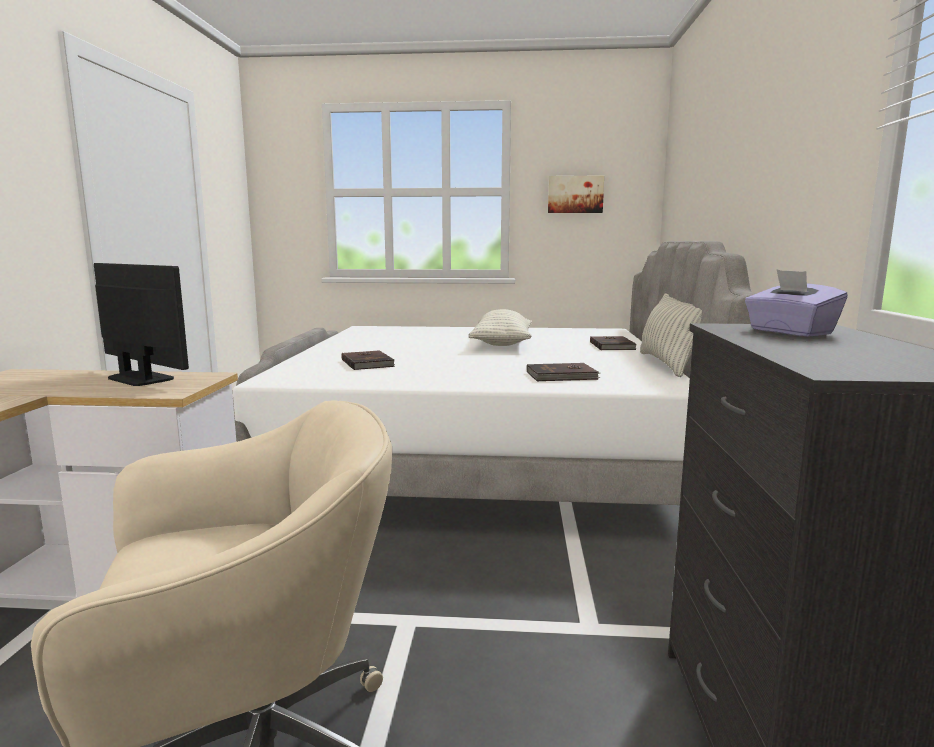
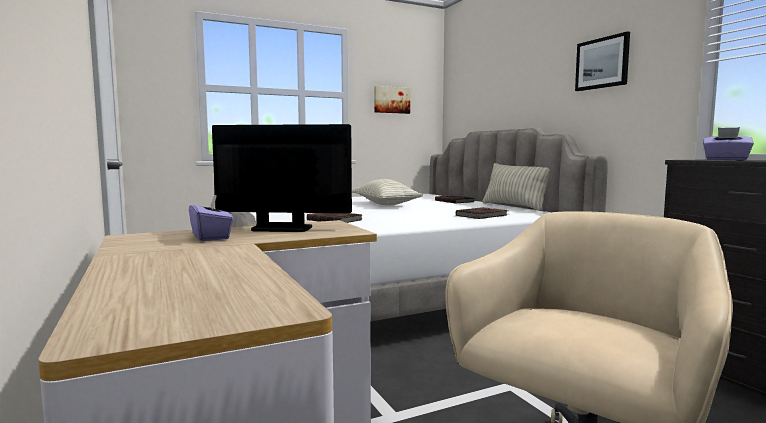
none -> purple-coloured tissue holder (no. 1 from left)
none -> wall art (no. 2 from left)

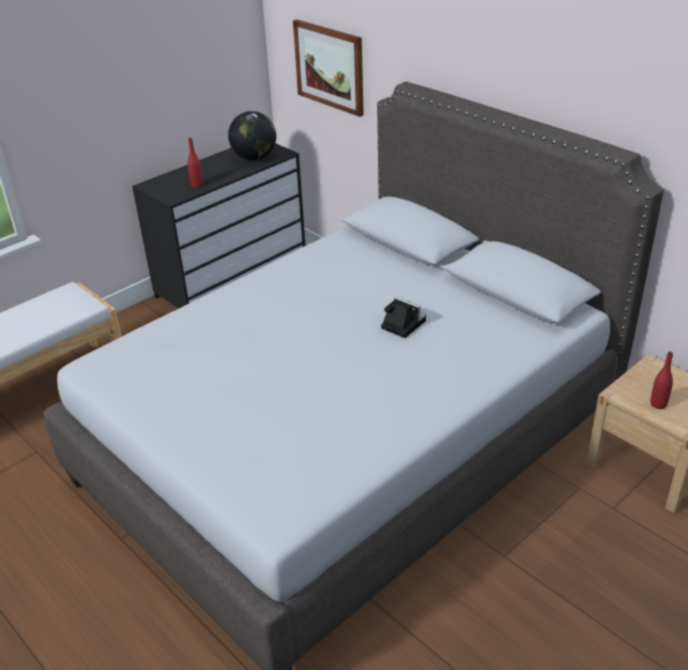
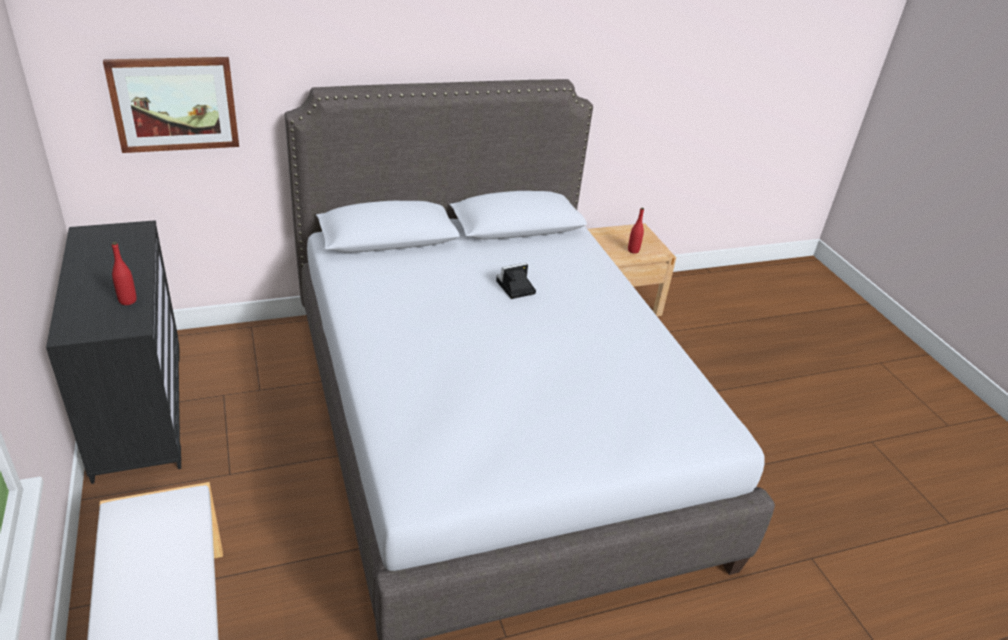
world globe -> none

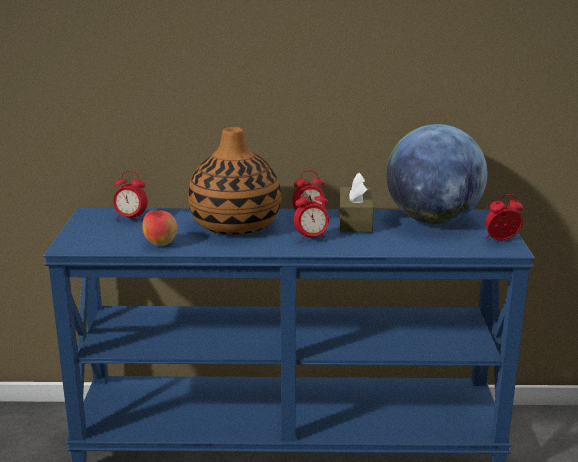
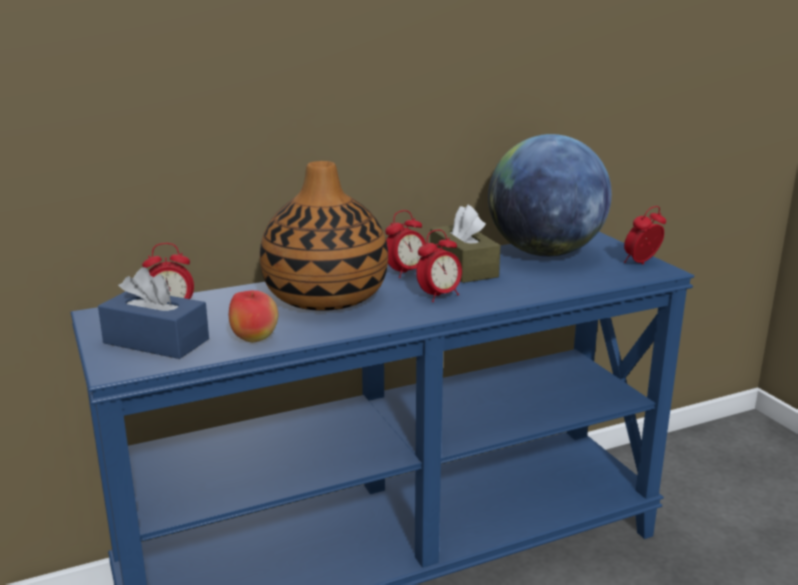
none -> blue tissue holder

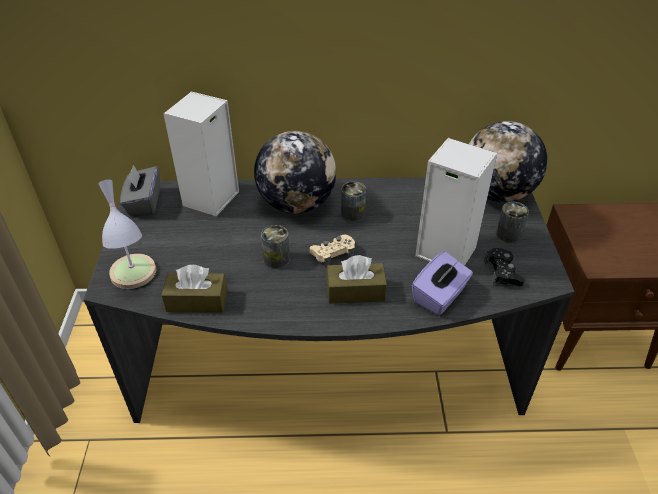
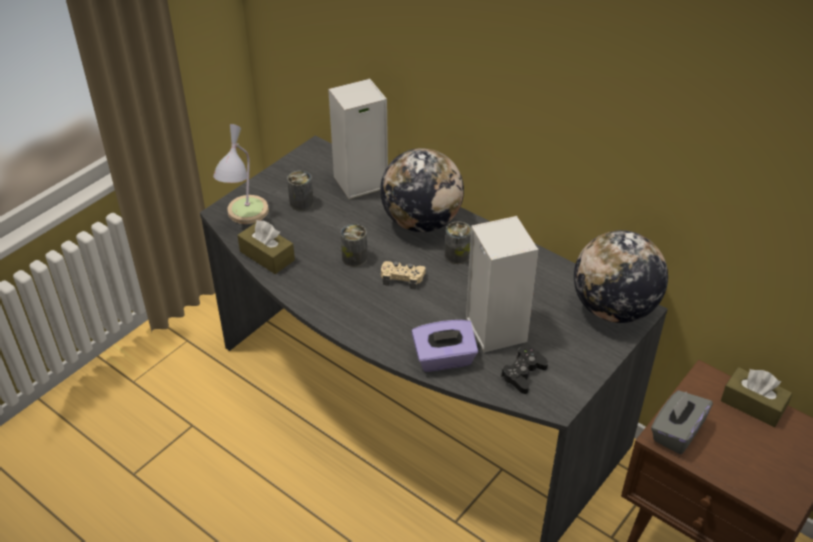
grey tissue holder, relocated
brown tissue holder (no. 2 from left), relocated
metal can (no. 3 from left in the first image) -> metal can (no. 1 from left), relocated

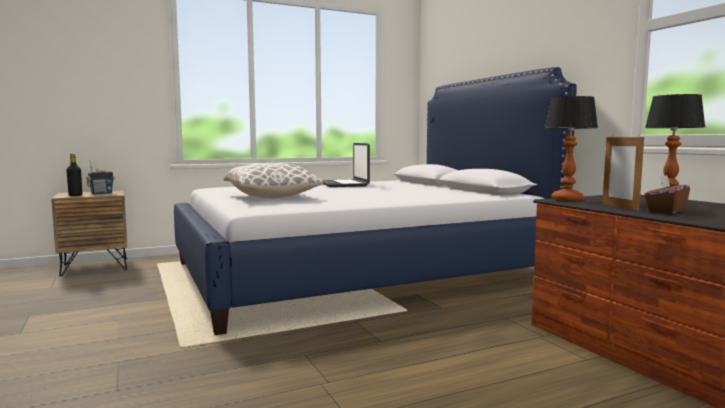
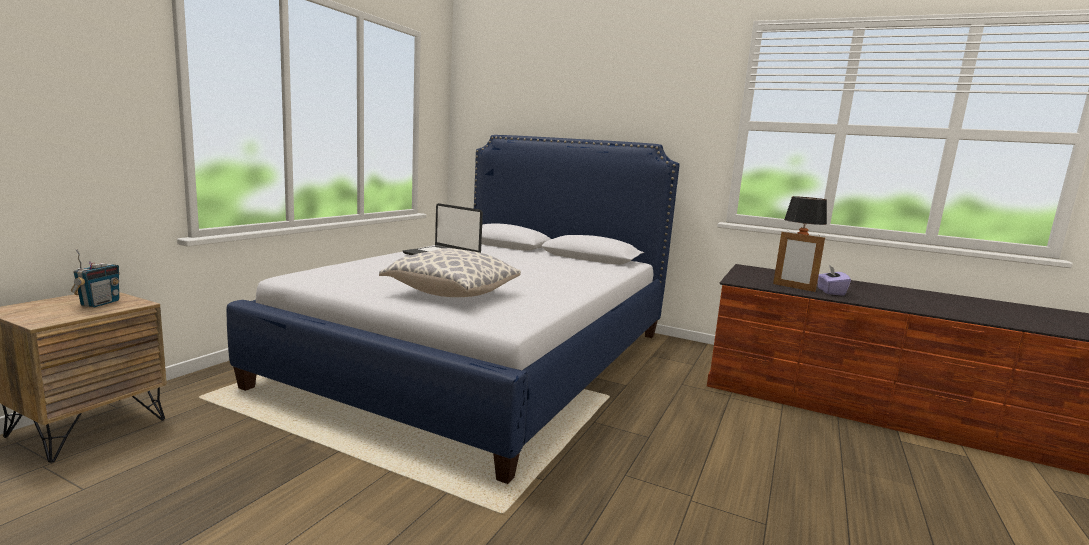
blackish bottle -> none
tabletop lamp (no. 1 from left) -> none
brown tissue holder -> purple-coloured tissue holder

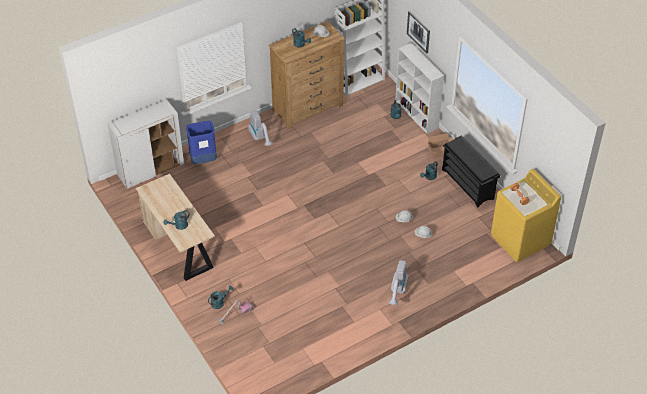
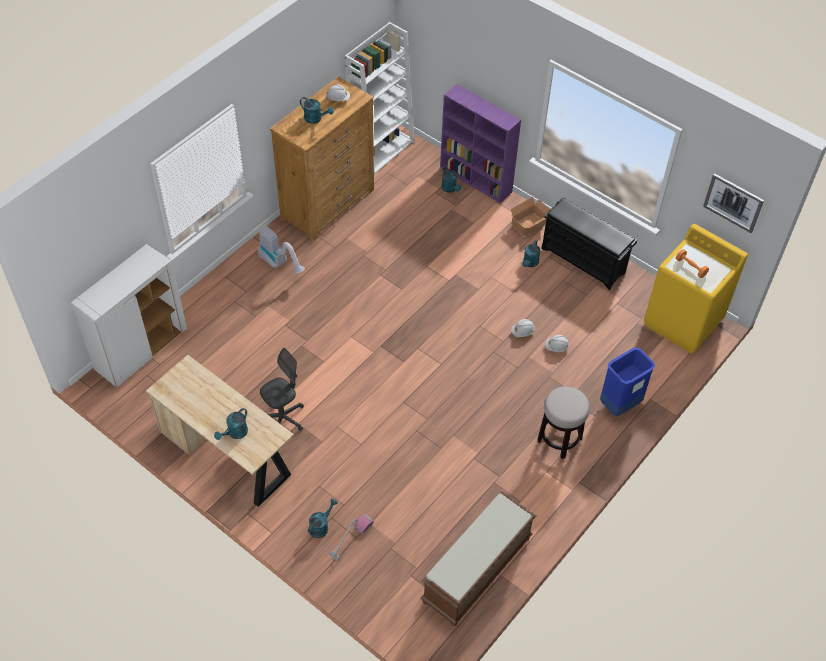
none -> grey desk chair
none -> brown indoor bench
blue rubbish bin, relocated
wall art, relocated
vacuum cleaner (no. 3 from left) -> sitting stool
whitish shelving unit (no. 2 from left) -> purple-coloured shelving unit

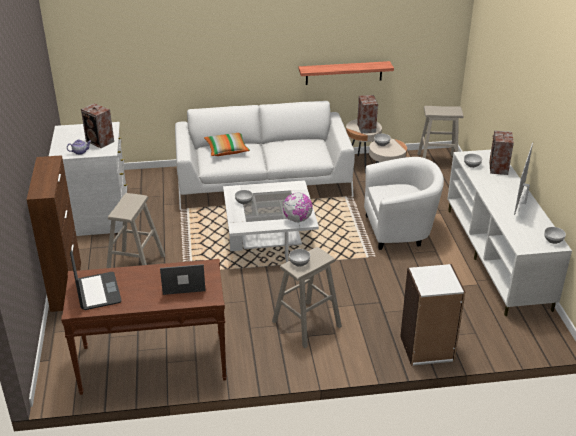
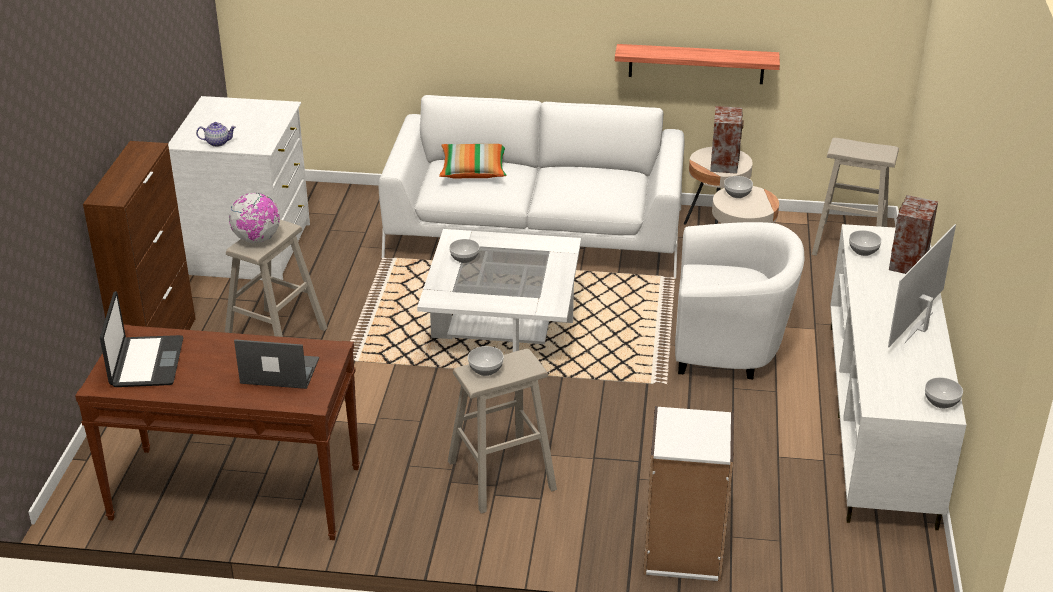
speaker (no. 1 from left) -> none
world globe, relocated

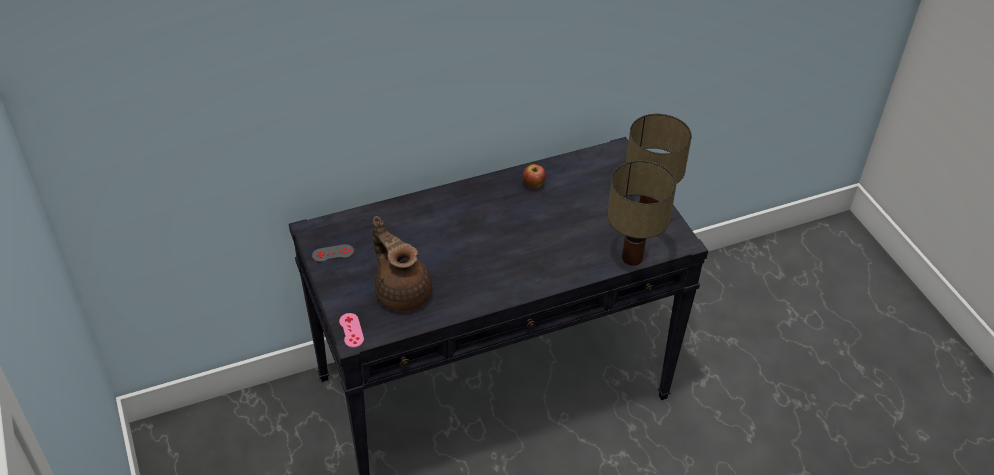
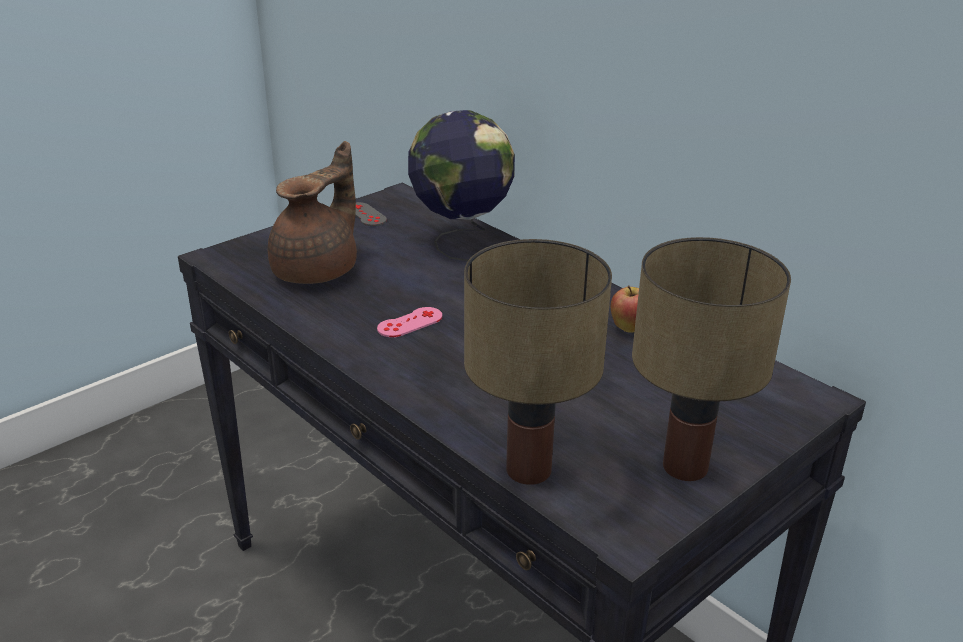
none -> world globe
pinkish game controller, relocated

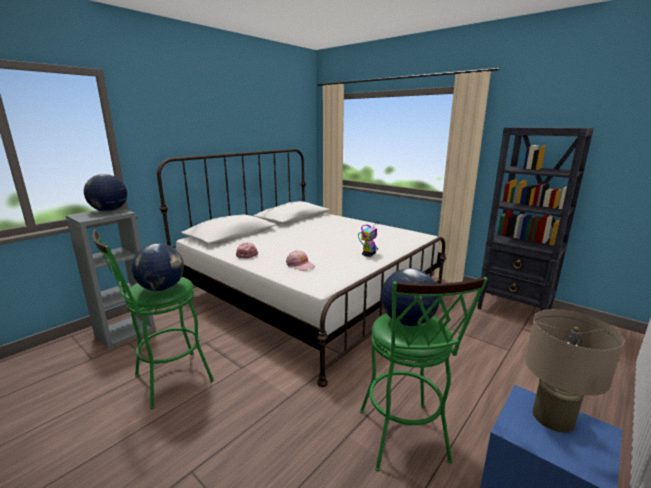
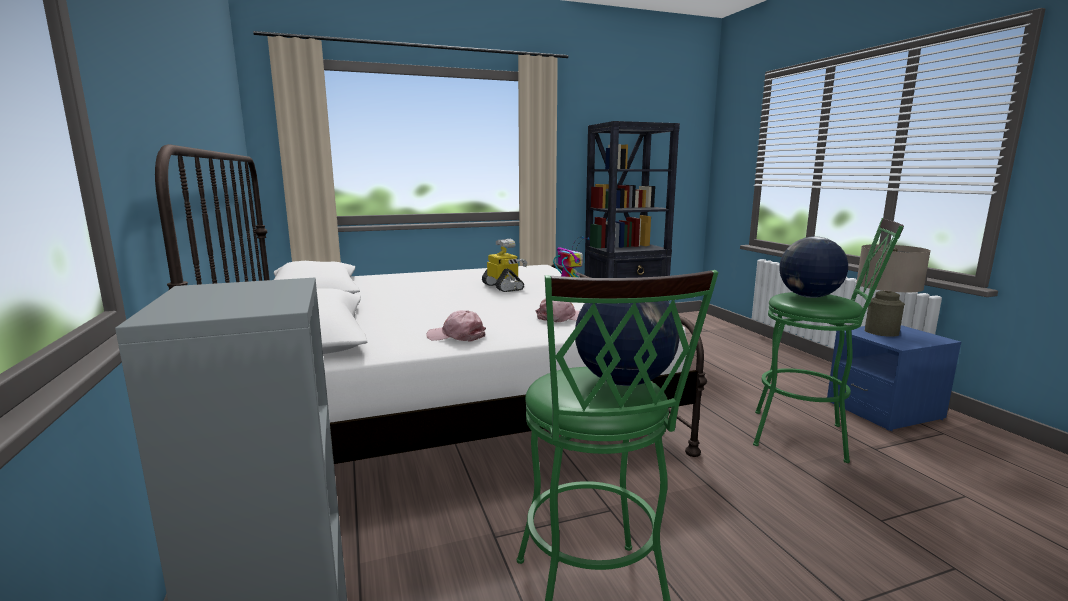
world globe (no. 1 from left) -> none
none -> robot figure (no. 1 from left)

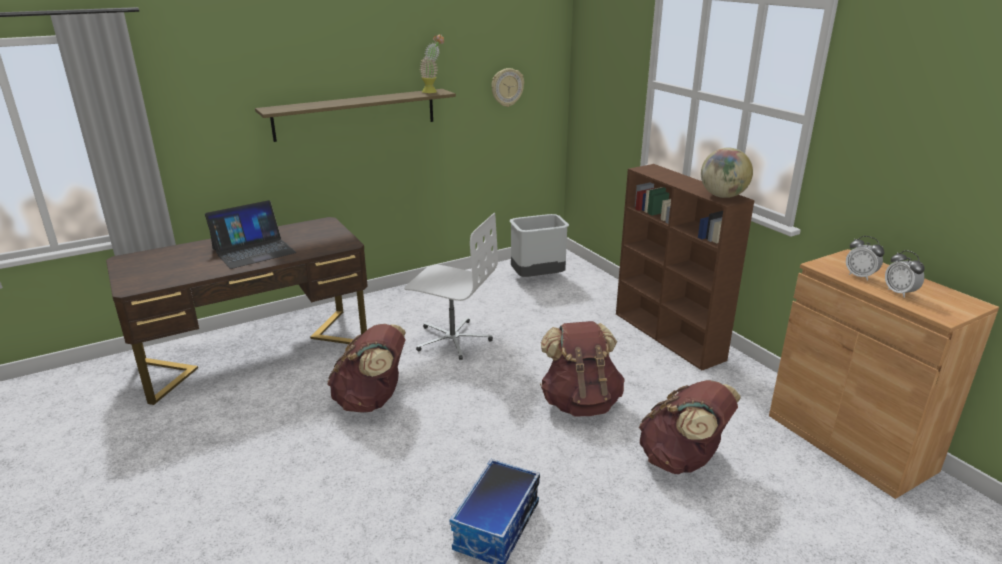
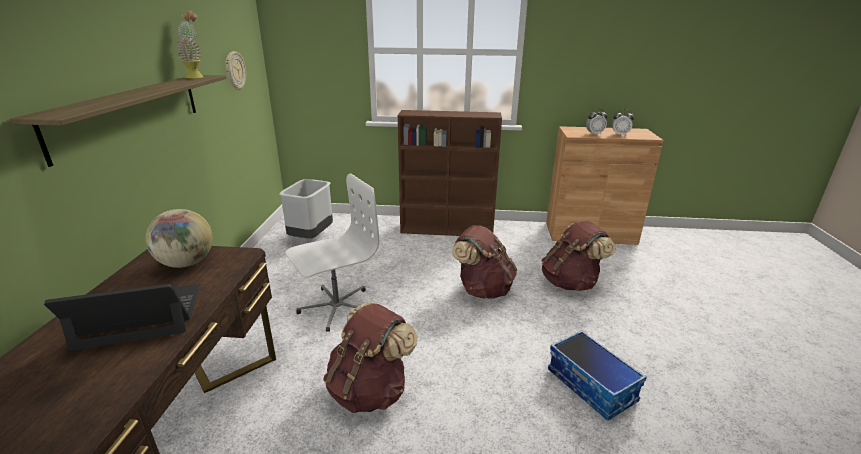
world globe, relocated
portable computer, 105 degrees counterclockwise

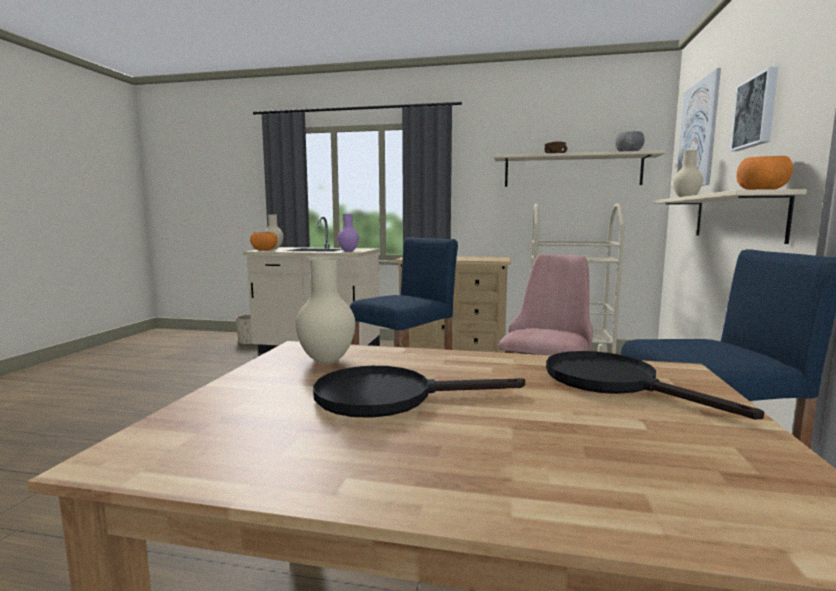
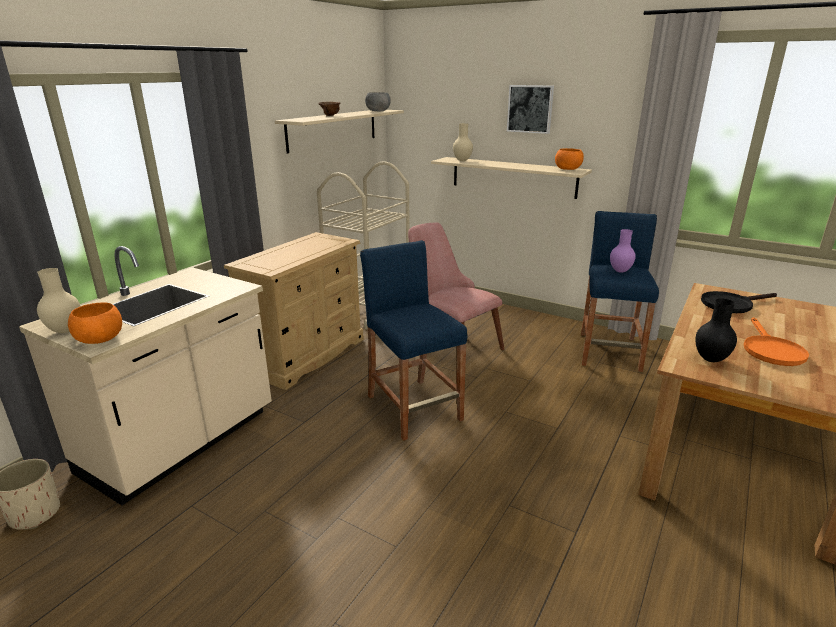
wall art (no. 1 from left) -> none
purple-coloured decorative vase, relocated
beige-coloured decorative vase (no. 2 from left) -> blackish decorative vase
blackish skillet (no. 1 from left) -> orange skillet

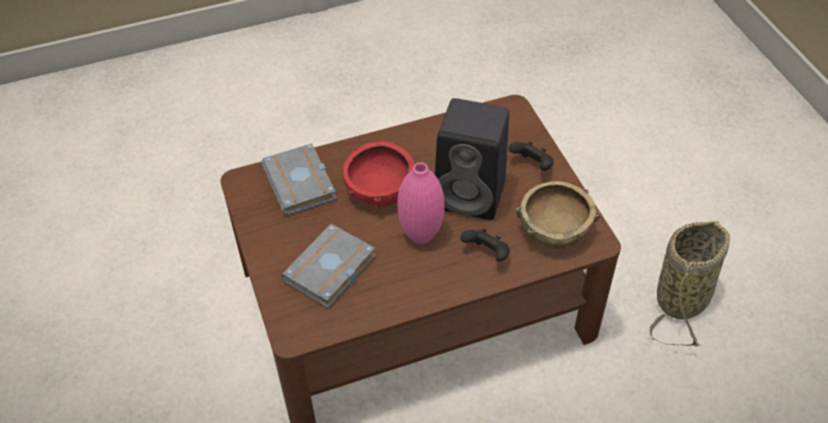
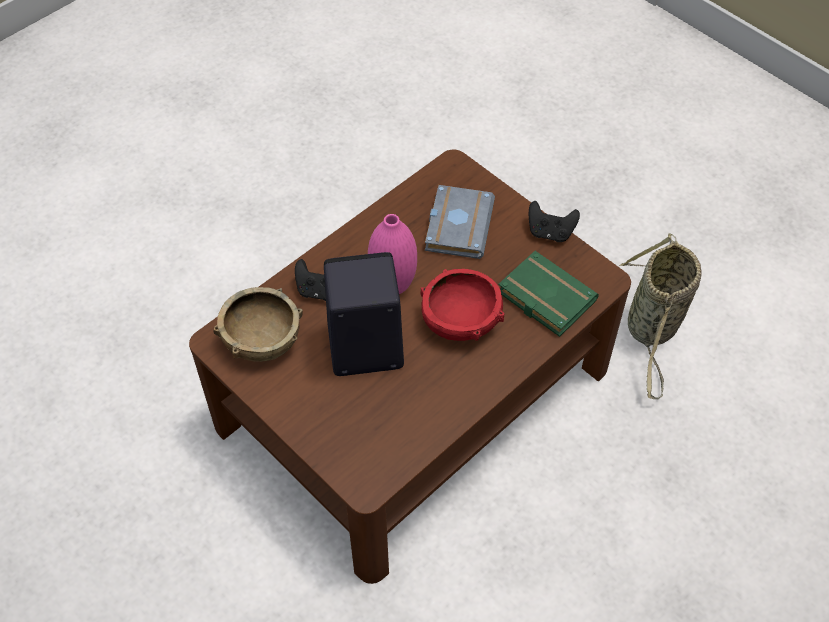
blackish game controller (no. 2 from left), relocated
basket, relocated
grey book (no. 1 from left) -> greenish book

